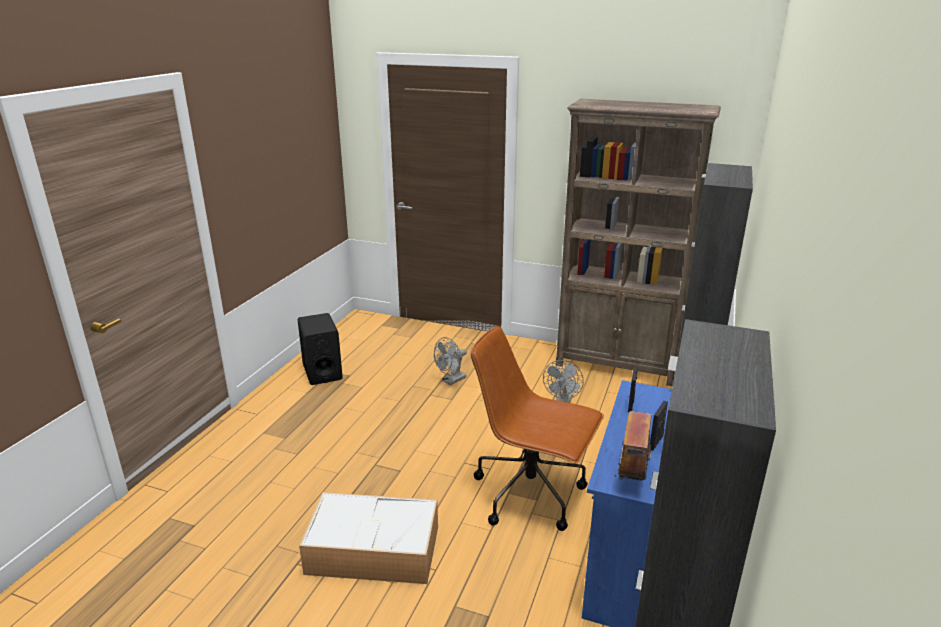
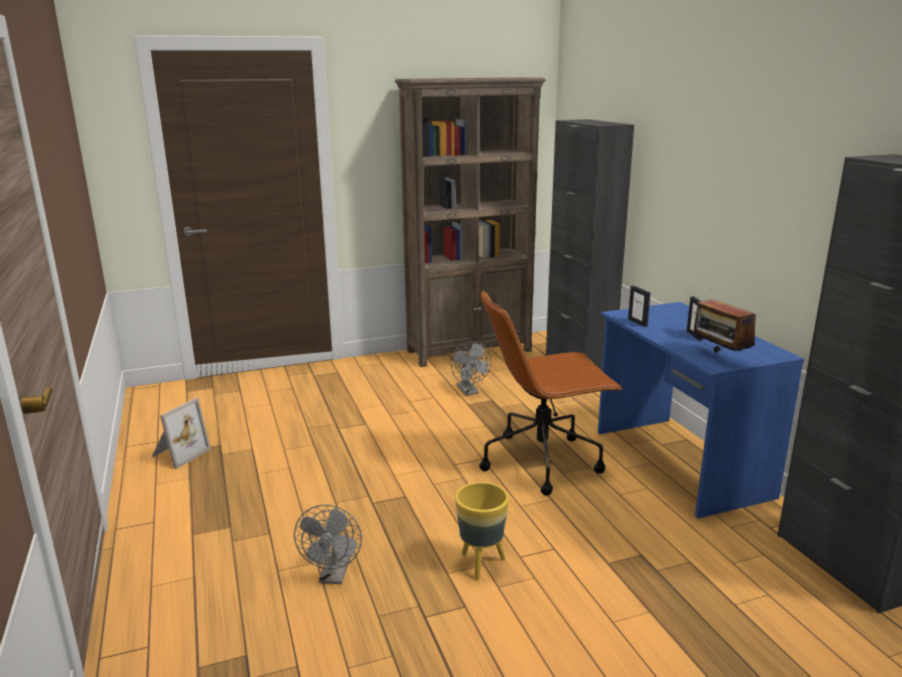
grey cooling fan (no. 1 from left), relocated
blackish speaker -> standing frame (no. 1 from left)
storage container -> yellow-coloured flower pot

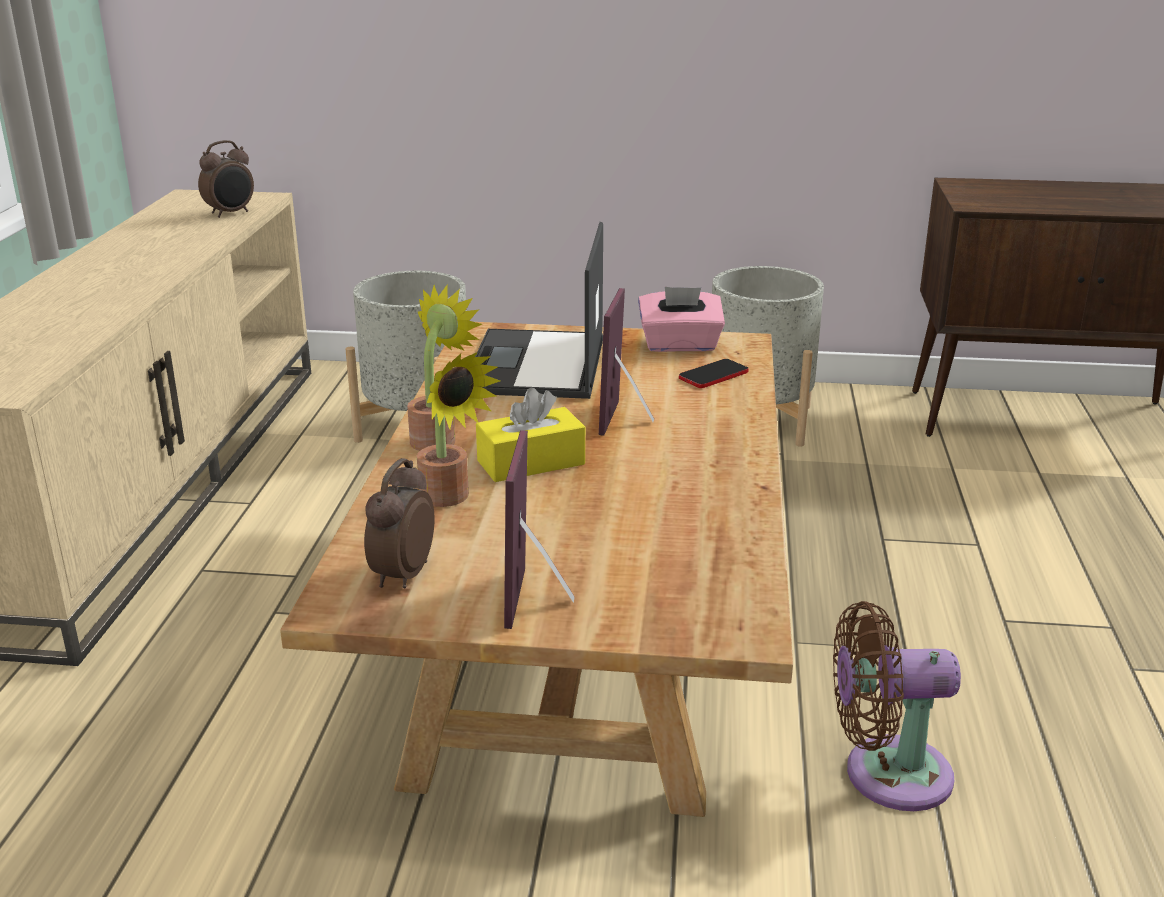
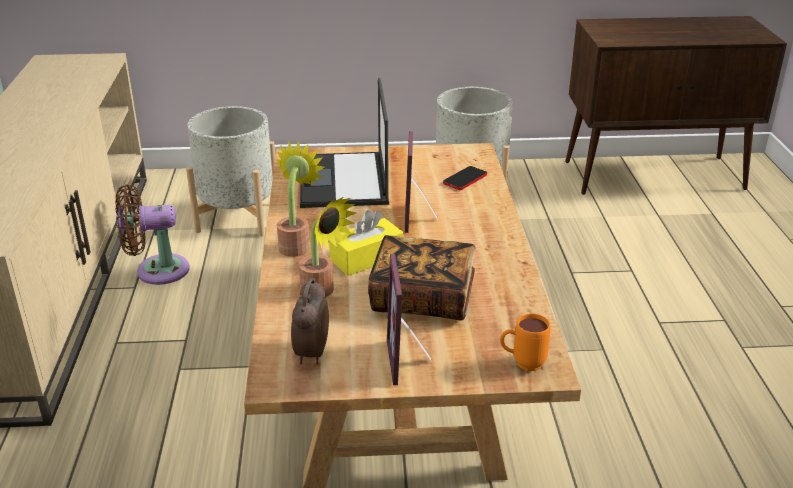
table clock (no. 1 from left) -> none
pinkish tissue holder -> none
none -> book
none -> orange coffee mug
brown cooling fan, relocated

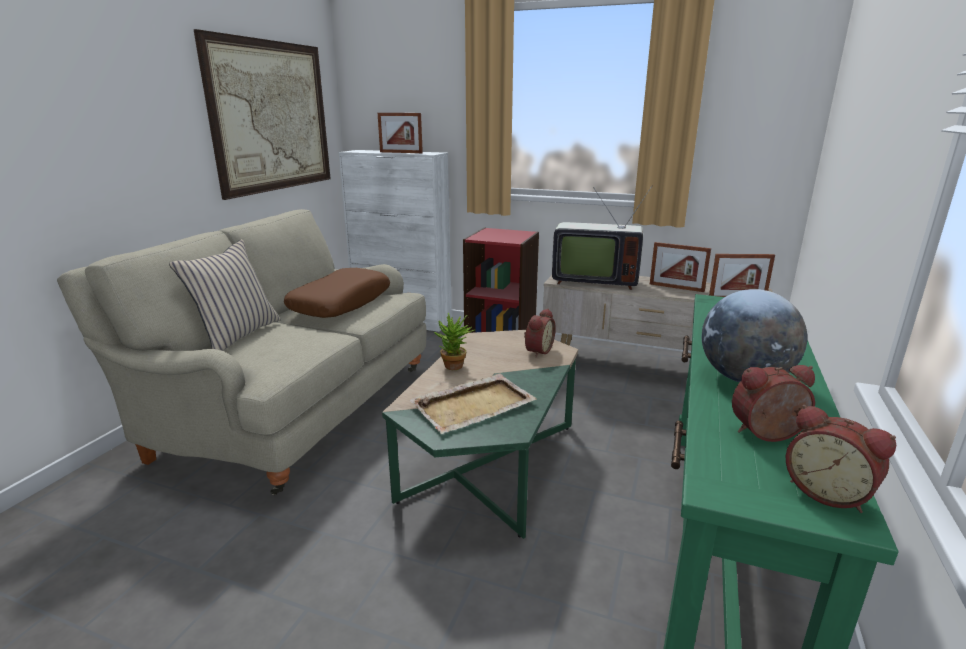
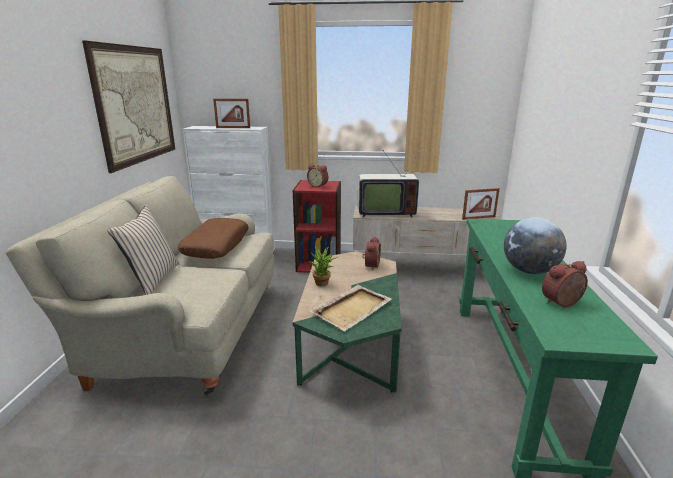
standing frame (no. 2 from left) -> none
table clock (no. 3 from left in the first image) -> table clock (no. 1 from left), relocated

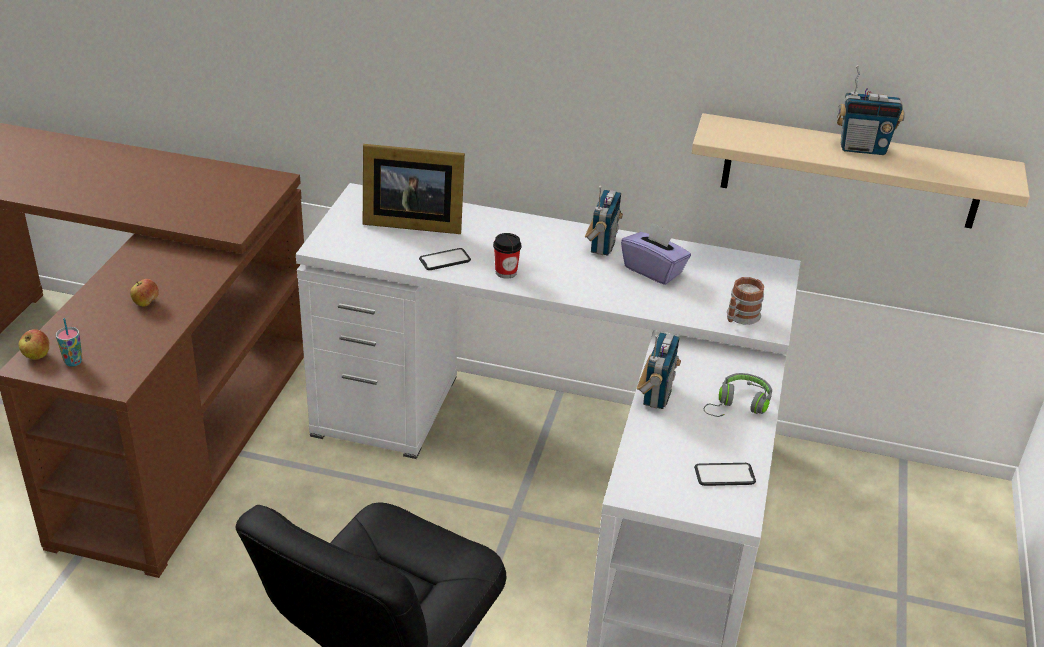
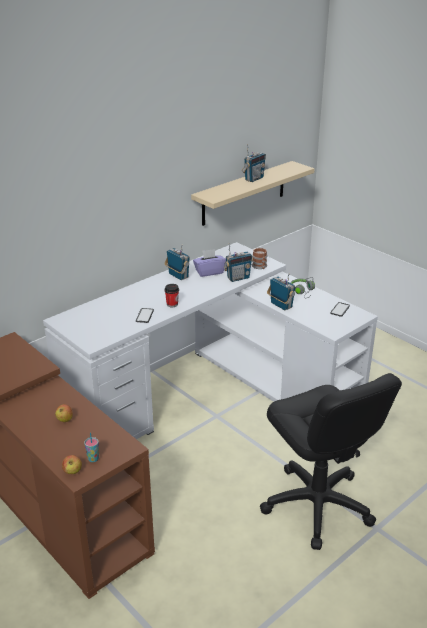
standing frame -> none
none -> radio receiver (no. 2 from left)

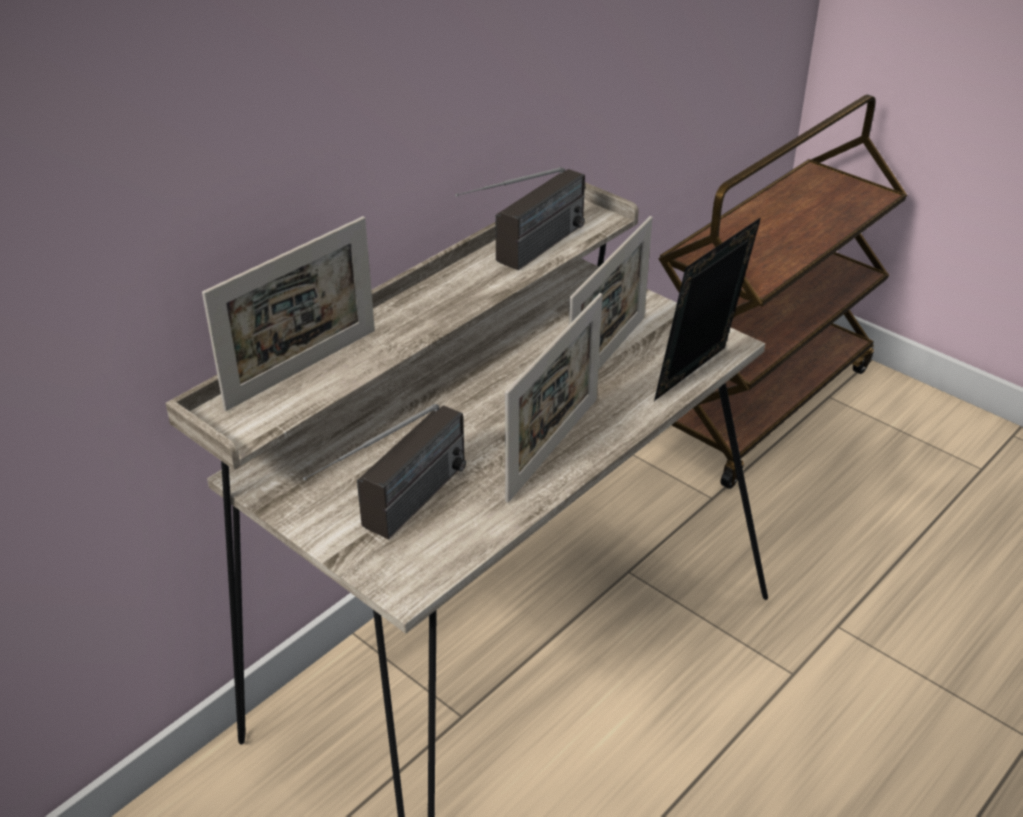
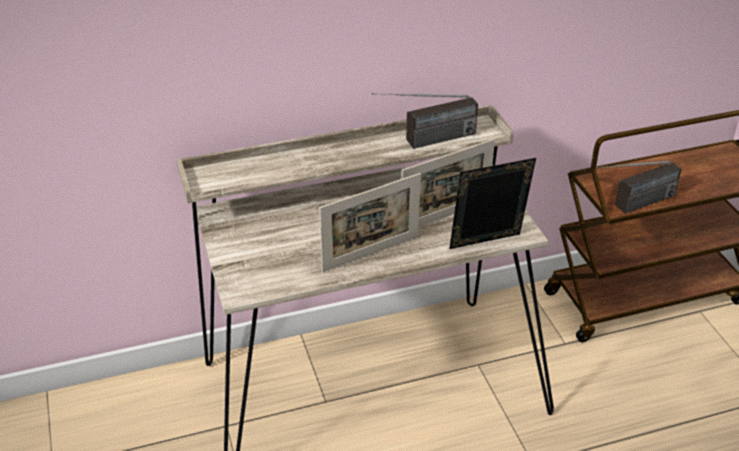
standing frame (no. 1 from left) -> none
radio receiver (no. 1 from left in the first image) -> radio receiver (no. 2 from left), relocated

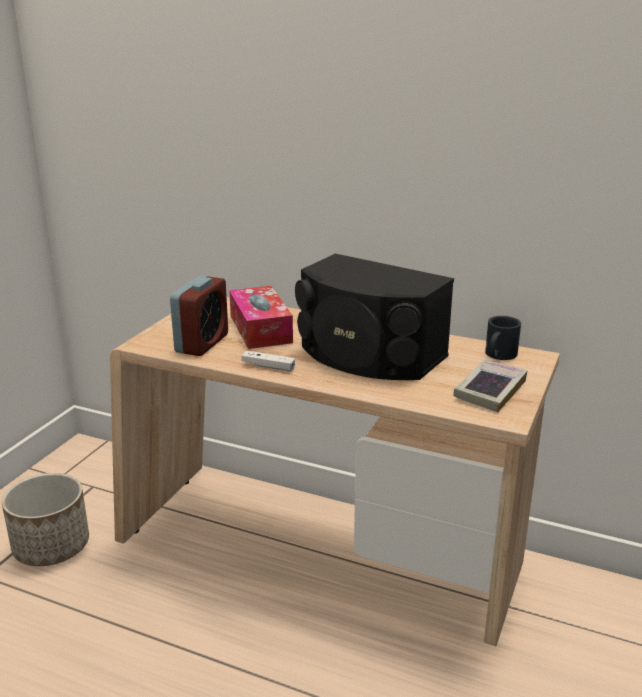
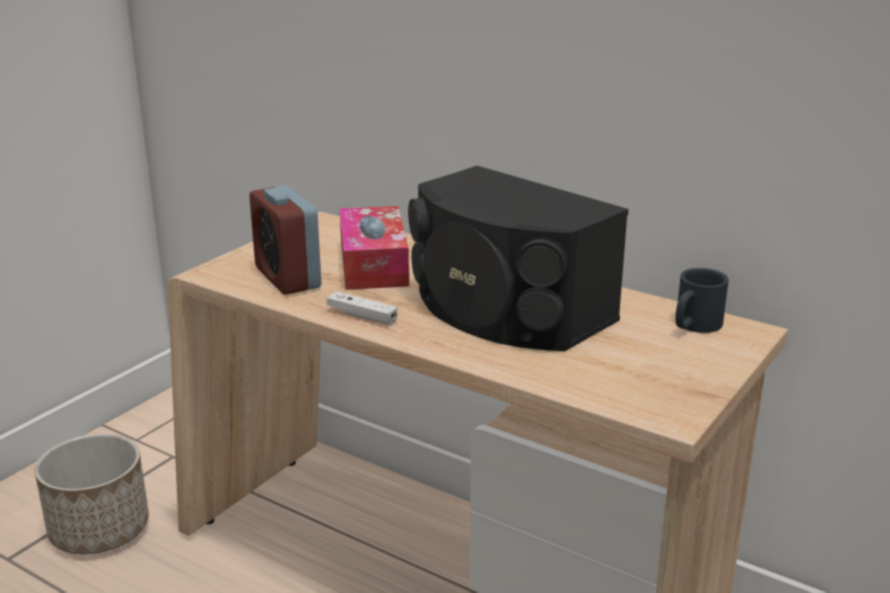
book -> none
table clock, 120 degrees clockwise

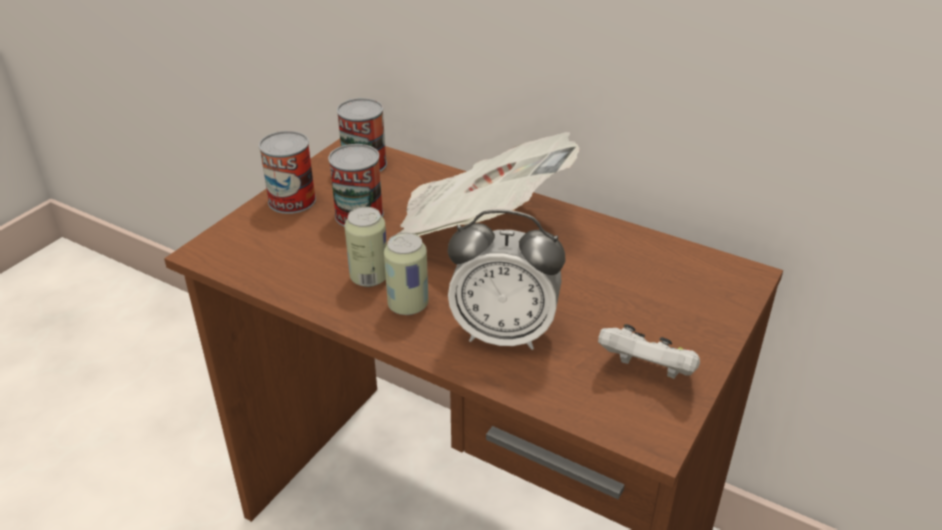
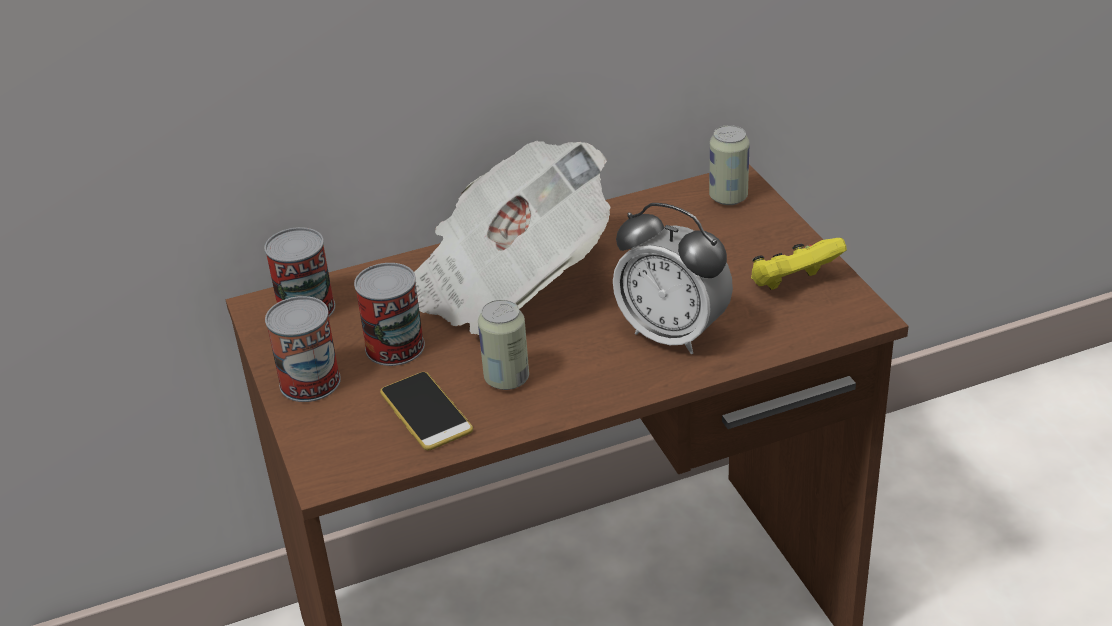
none -> phone
metal can (no. 5 from left), relocated
whitish game controller -> yellow-coloured game controller
table clock, 75 degrees clockwise

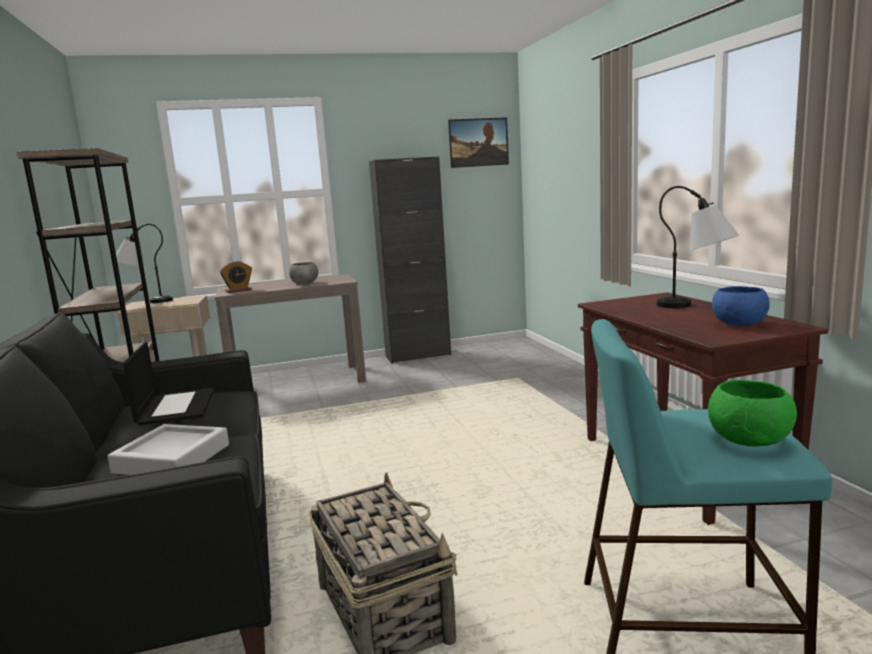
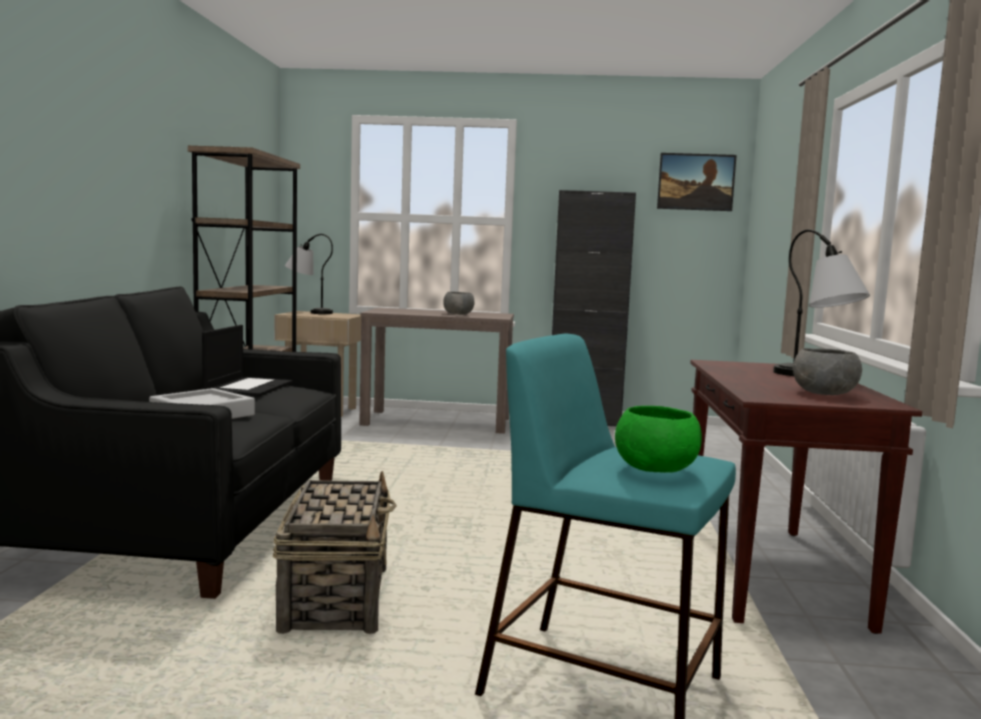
table clock -> none
blue bowl -> grey bowl (no. 2 from left)

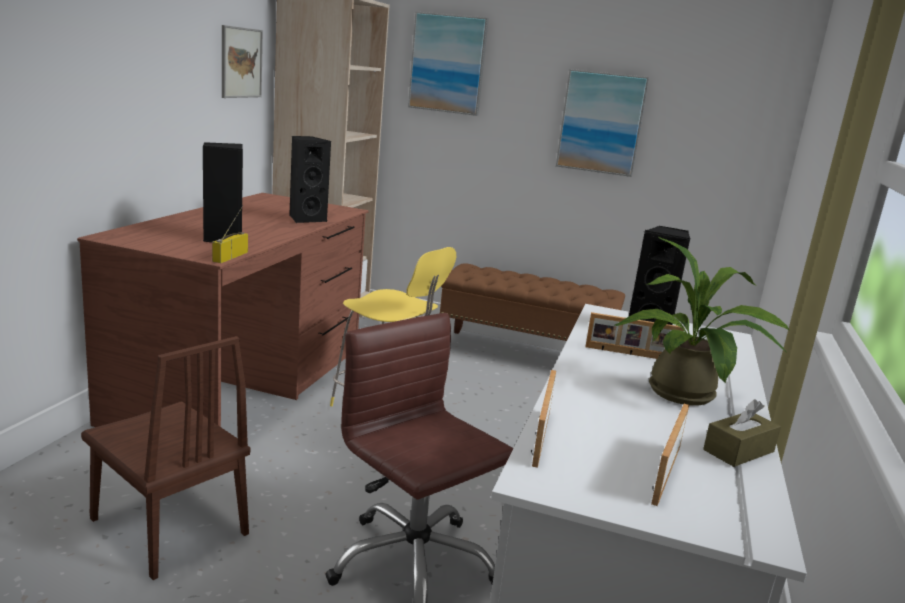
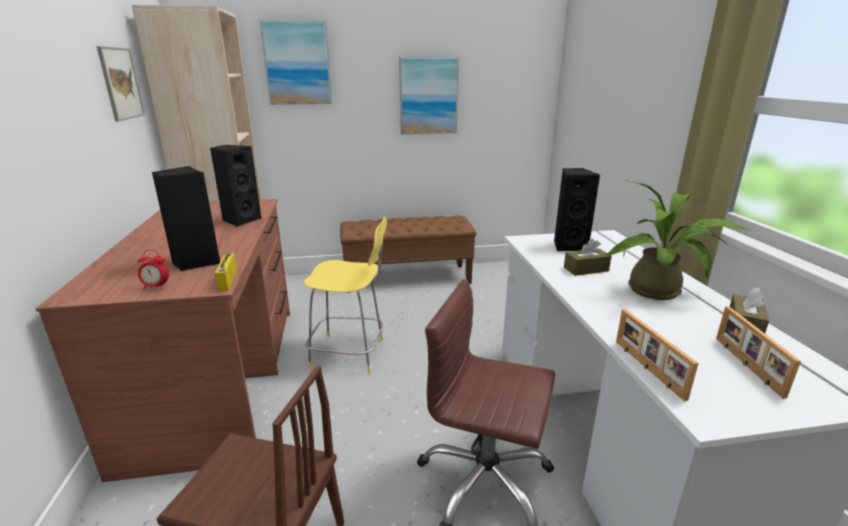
none -> table clock
standing frame (no. 2 from left) -> brown tissue holder (no. 1 from left)

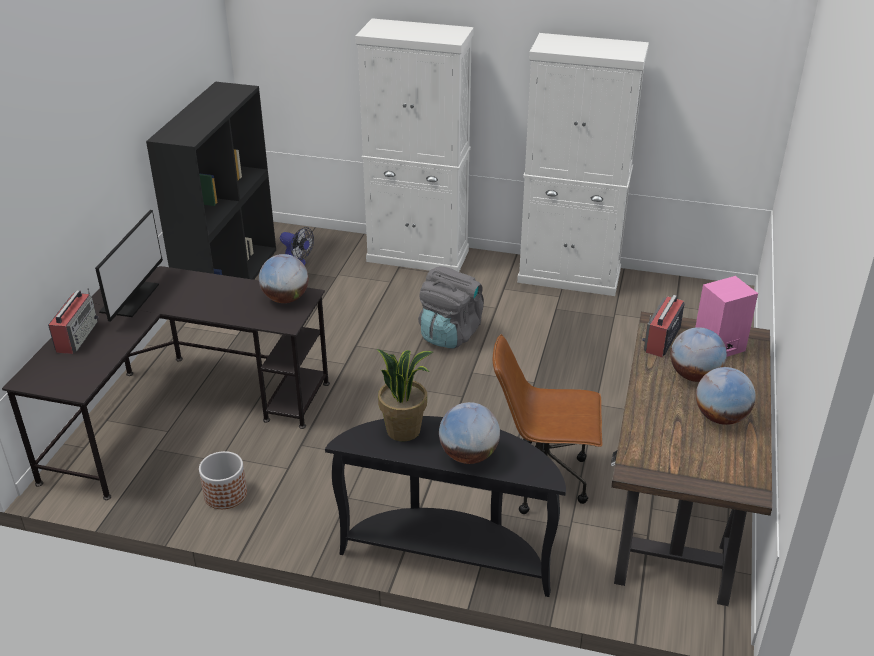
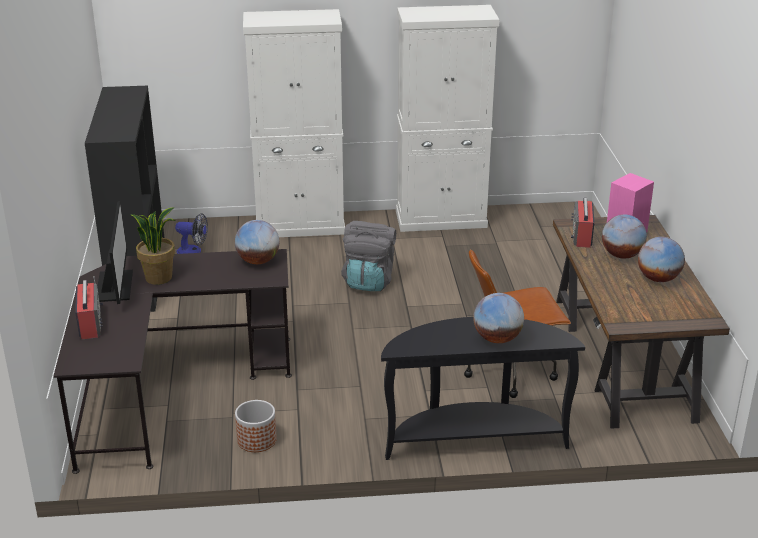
houseplant, relocated

